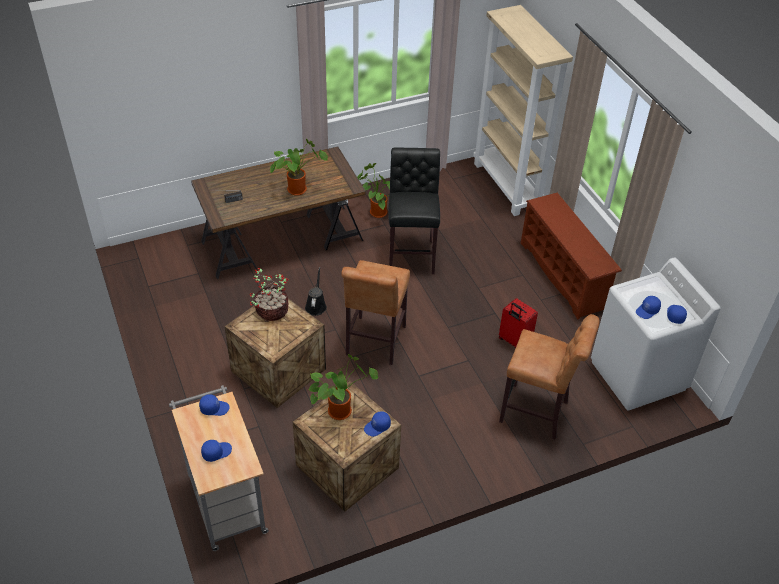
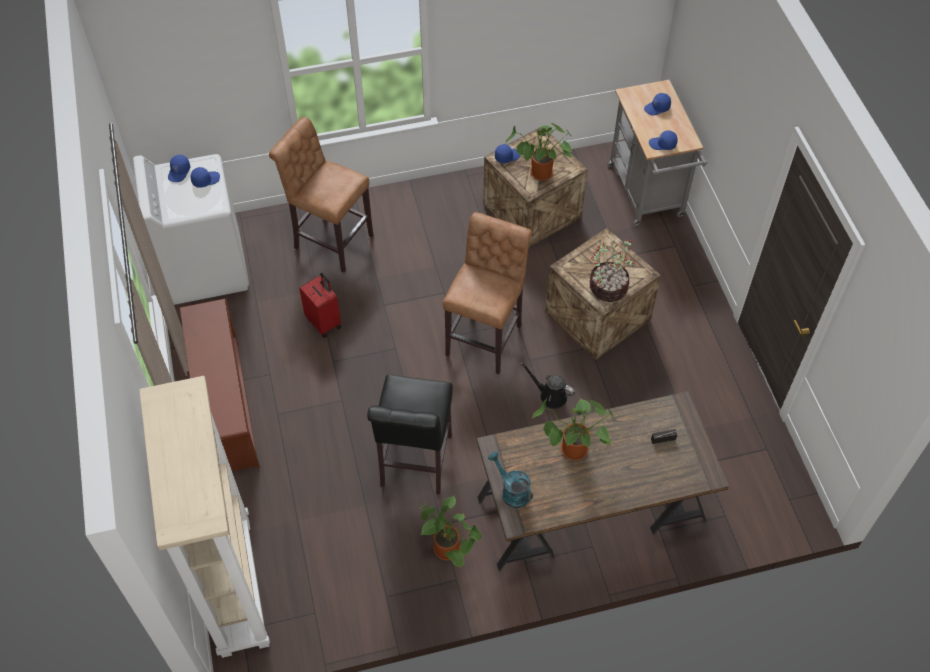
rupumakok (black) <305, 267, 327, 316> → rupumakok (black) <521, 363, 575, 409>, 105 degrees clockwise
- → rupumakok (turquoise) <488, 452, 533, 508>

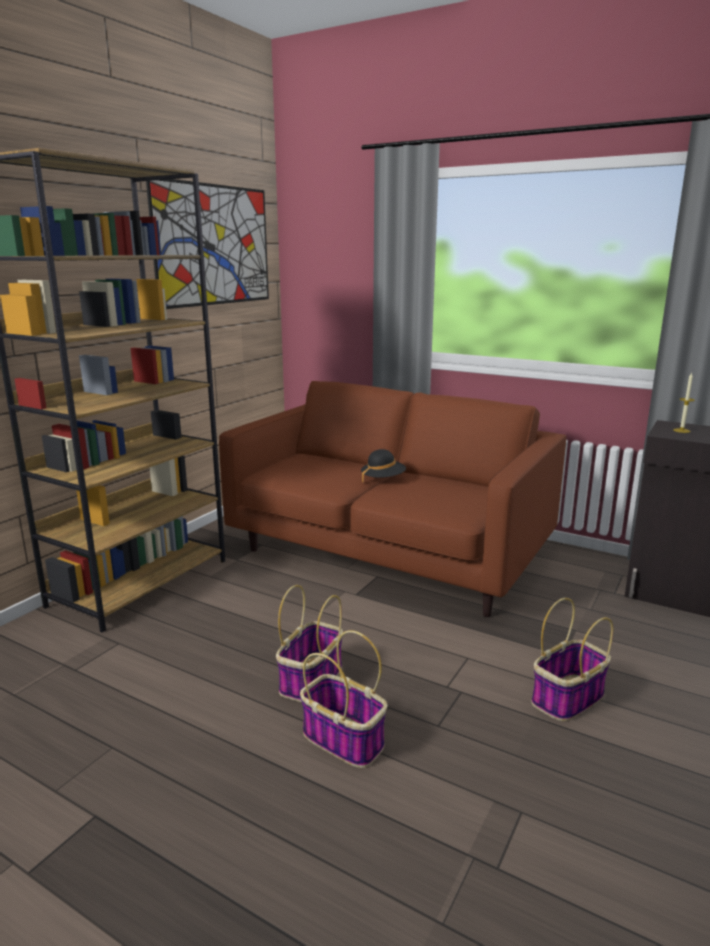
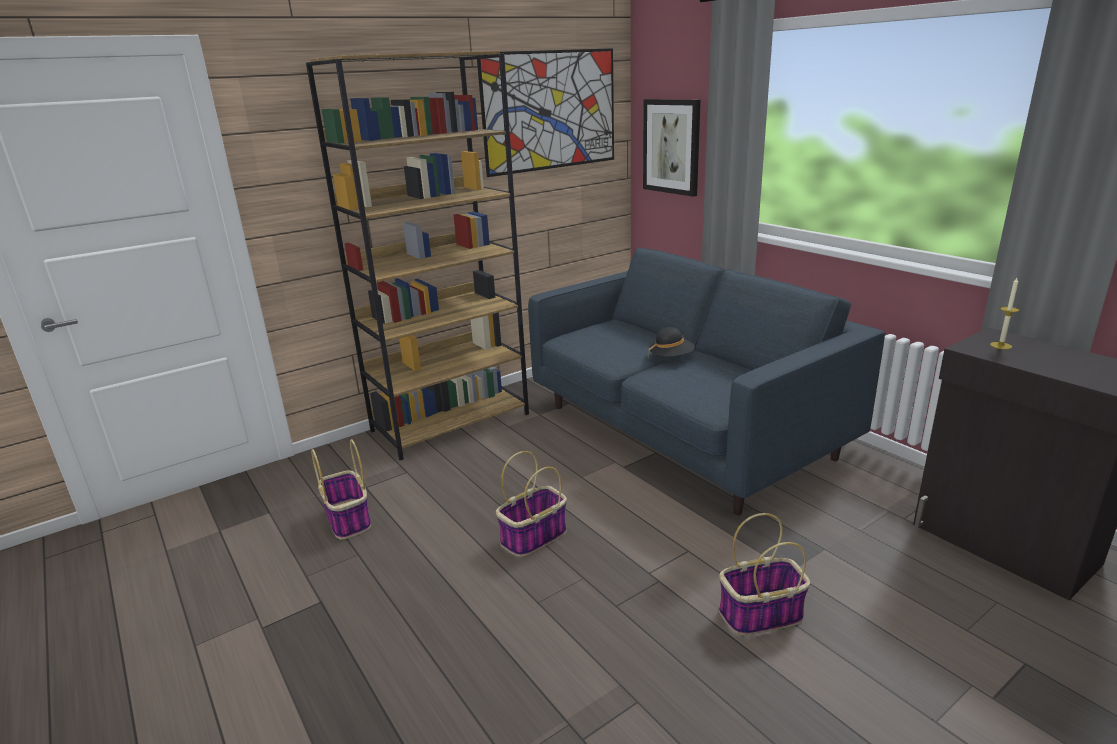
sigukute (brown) <219, 381, 566, 617> → sigukute (blue) <528, 247, 885, 515>
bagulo <300, 630, 387, 768> → bagulo <311, 439, 371, 540>, move
- → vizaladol <643, 99, 701, 197>

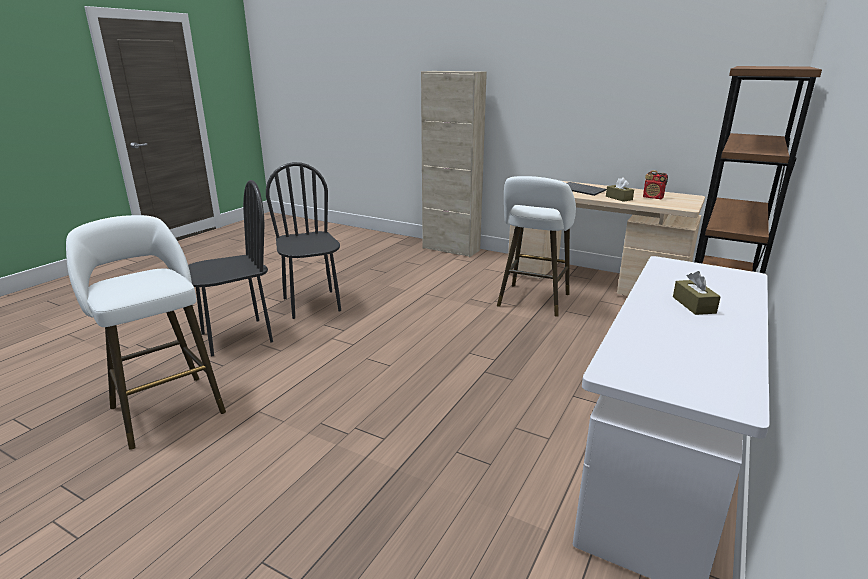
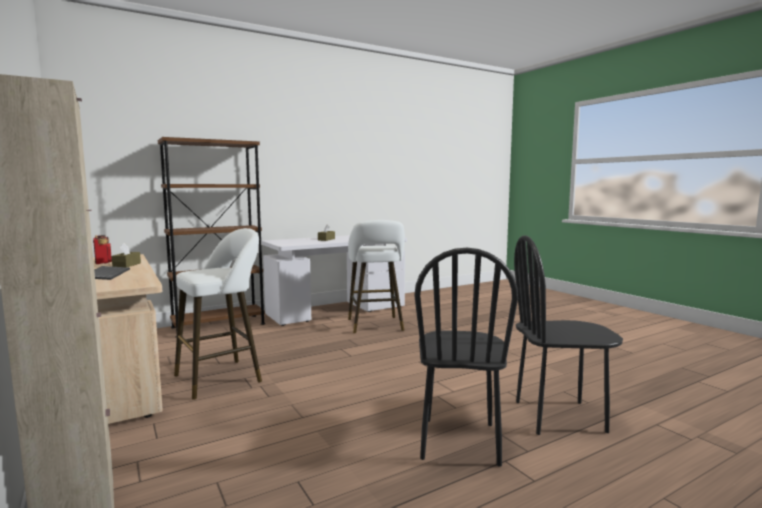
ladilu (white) <66, 215, 226, 450> → ladilu (white) <348, 220, 405, 333>, move

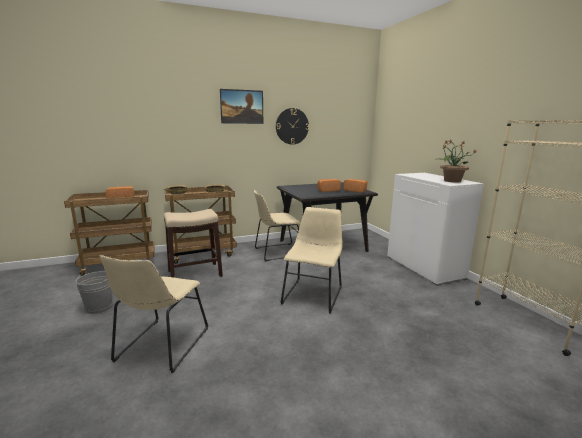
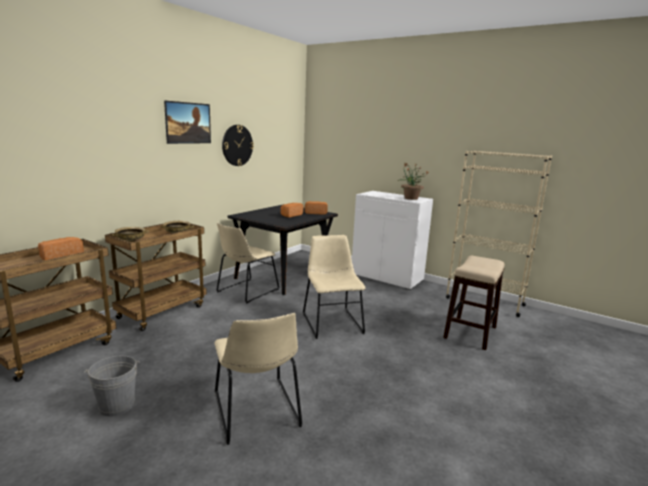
ladilu <164, 209, 223, 278> → ladilu <443, 256, 505, 350>, move

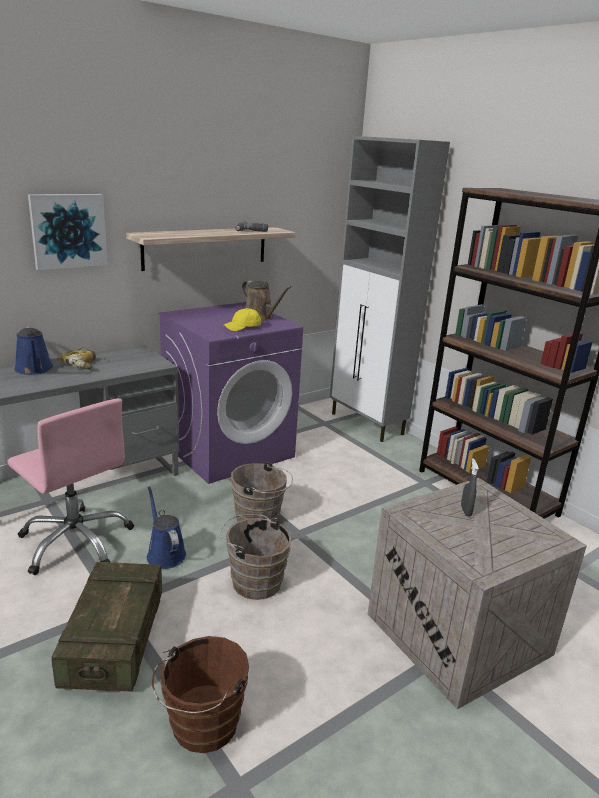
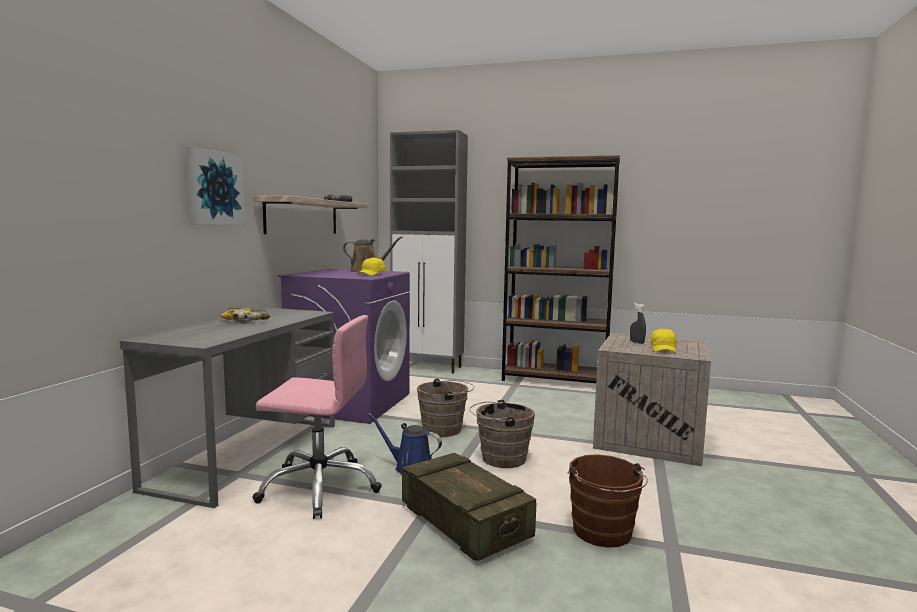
rupumakok (blue) <15, 326, 53, 375> → -
- → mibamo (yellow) <650, 328, 677, 353>

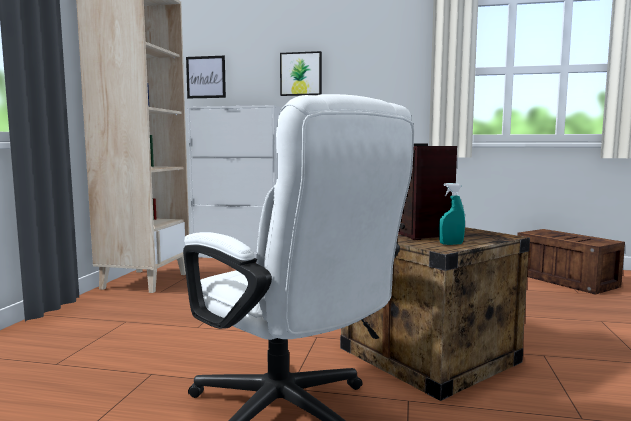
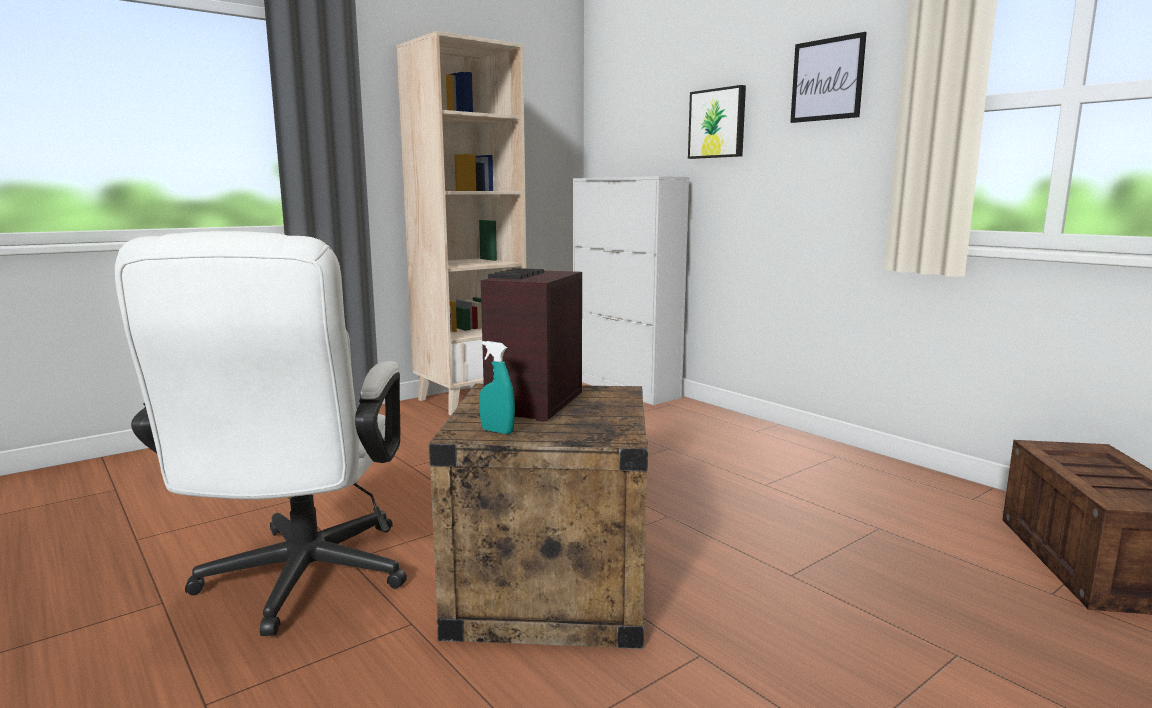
vizaladol <186, 56, 226, 98> → vizaladol <790, 32, 867, 123>, move

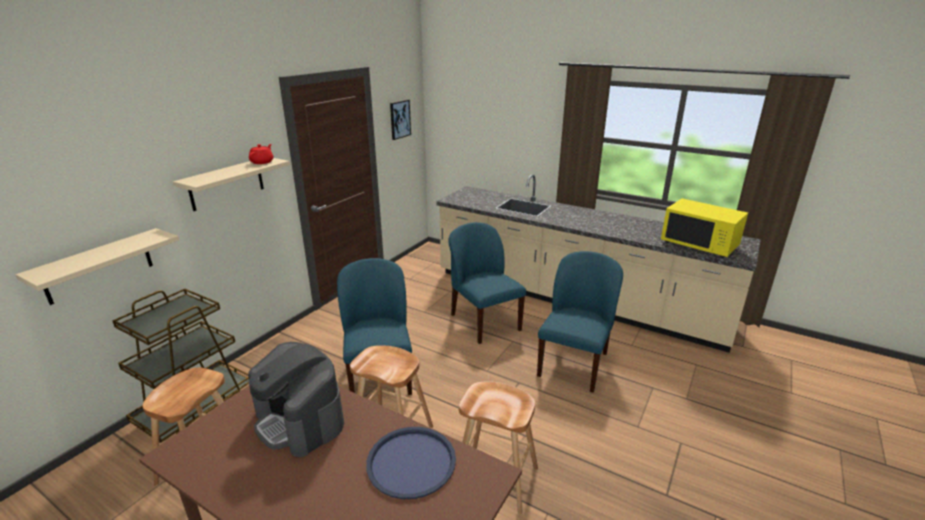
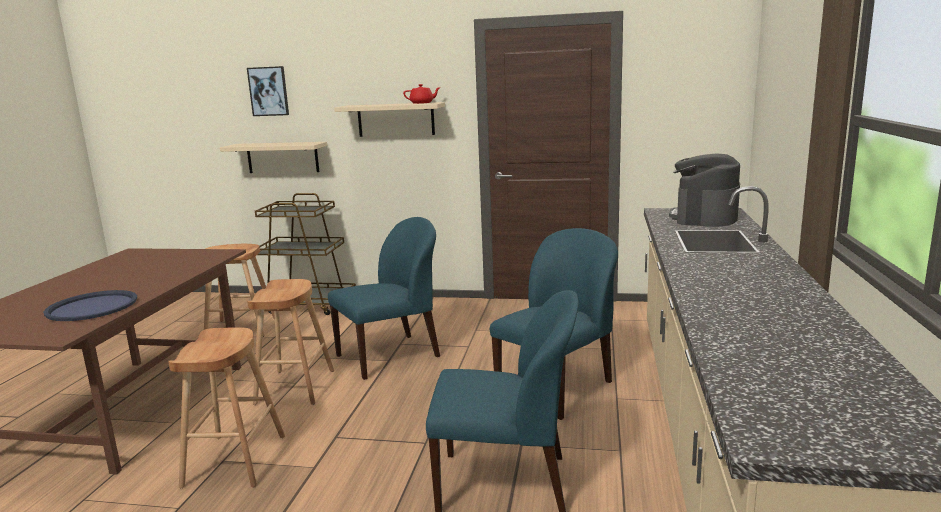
vizaladol <390, 100, 411, 140> → vizaladol <247, 66, 289, 116>, move
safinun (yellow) <661, 198, 748, 258> → -
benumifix <248, 342, 344, 457> → benumifix <669, 153, 740, 227>, move

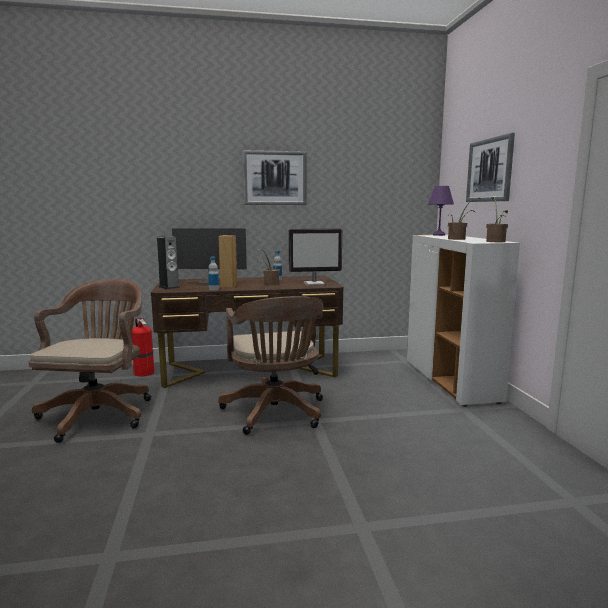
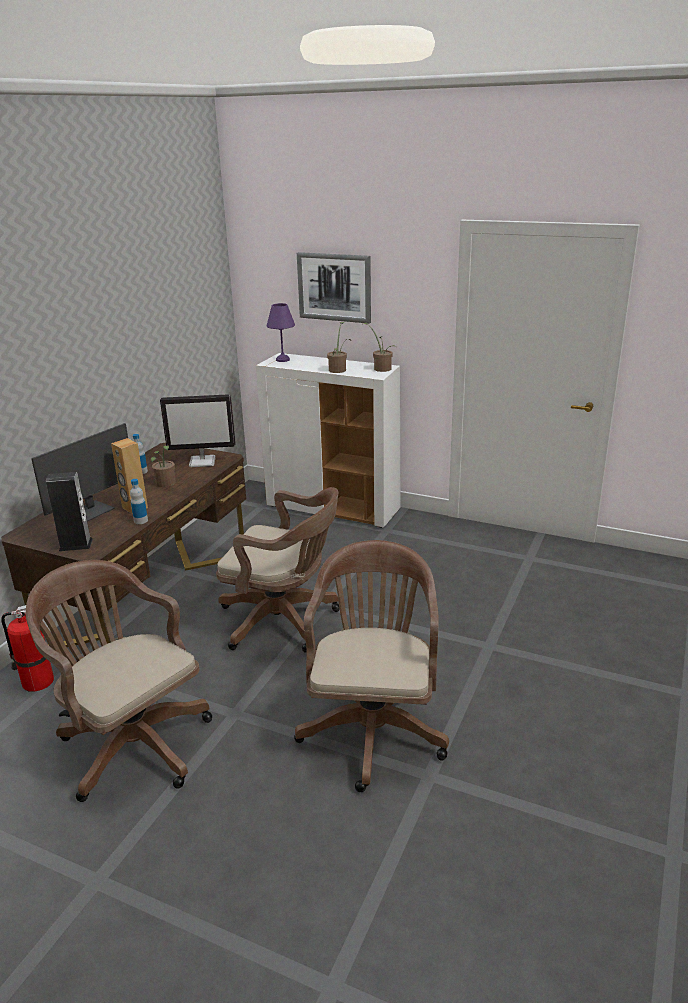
vizaladol <243, 150, 307, 205> → -
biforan <289, 229, 342, 285> → biforan <160, 394, 236, 467>, 60 degrees clockwise
- → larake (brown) <294, 540, 449, 792>

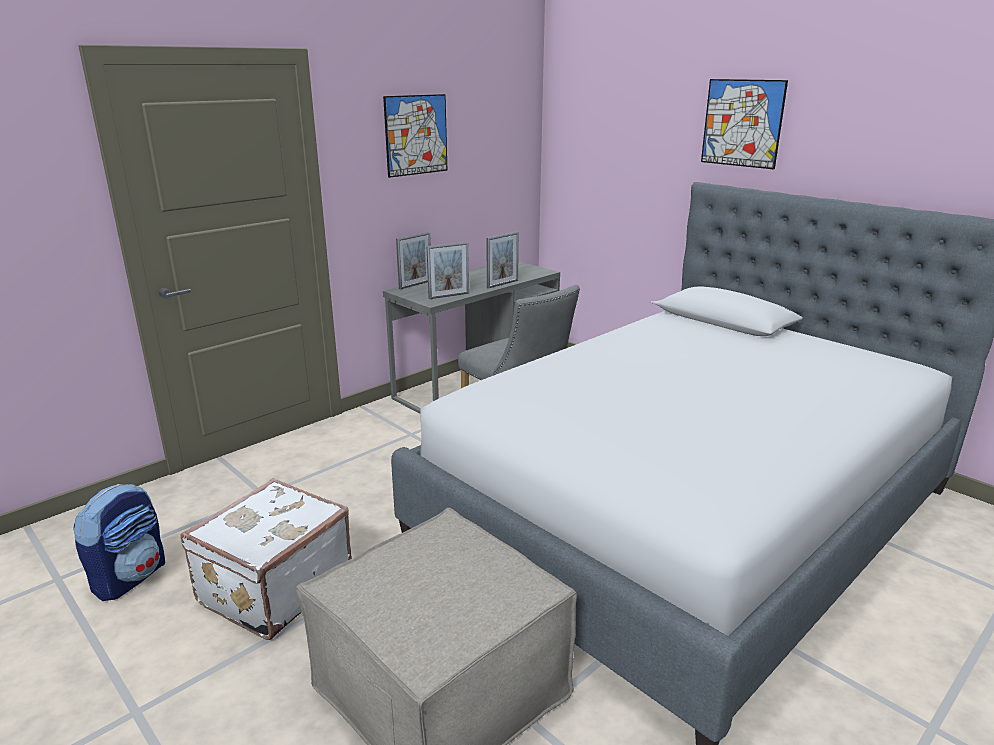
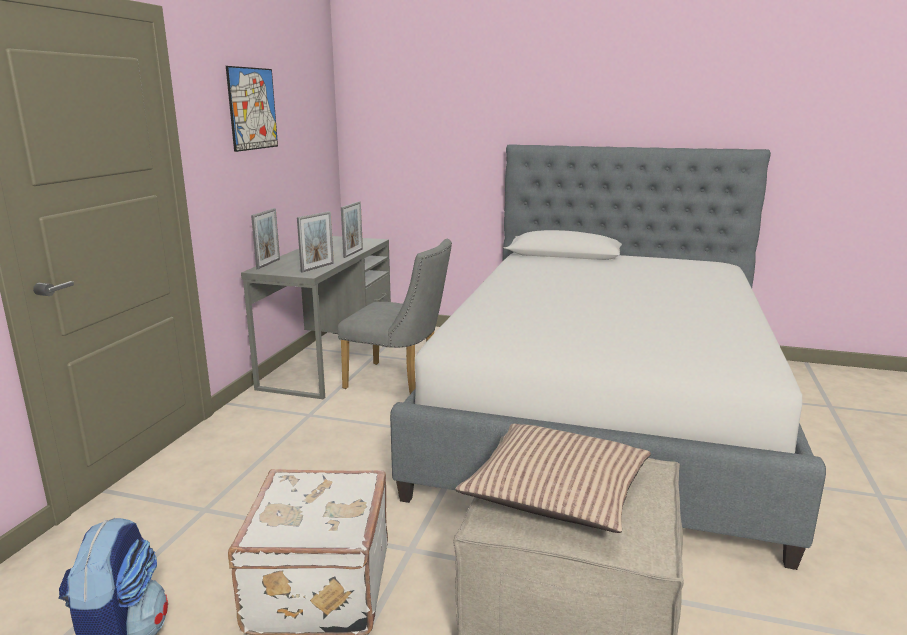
vizaladol <701, 79, 788, 169> → -
- → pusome <455, 424, 651, 533>

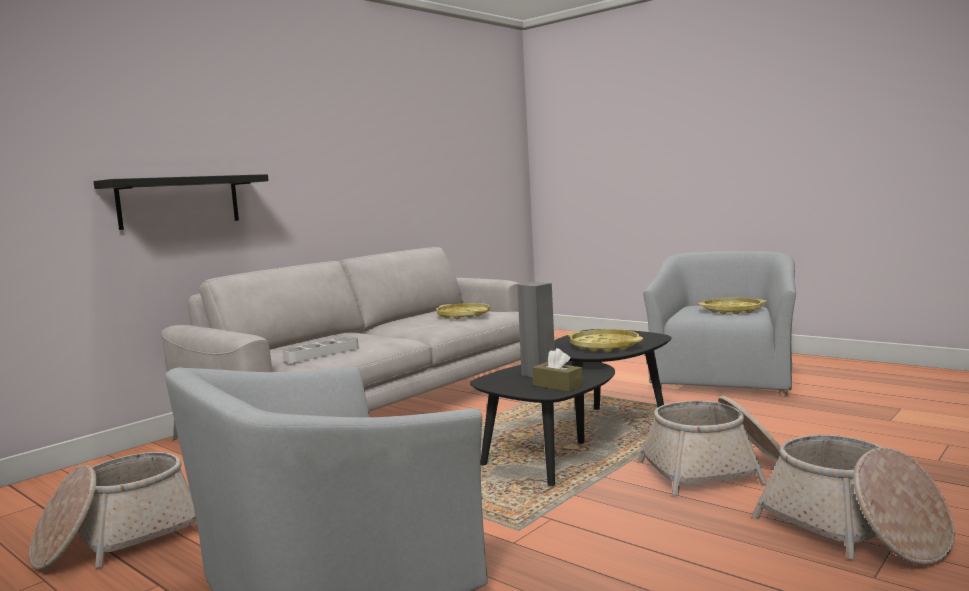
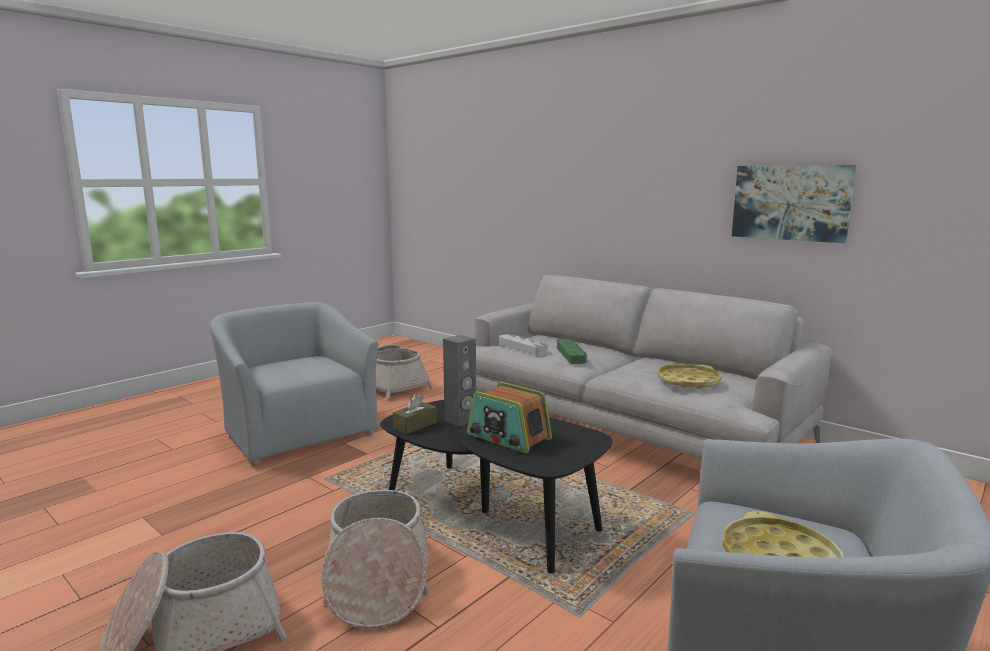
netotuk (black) <94, 174, 269, 230> → -
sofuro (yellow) <568, 329, 643, 352> → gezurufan <467, 382, 552, 453>
- → vizaladol <732, 165, 856, 243>
- → sofuro (green) <557, 339, 587, 364>

